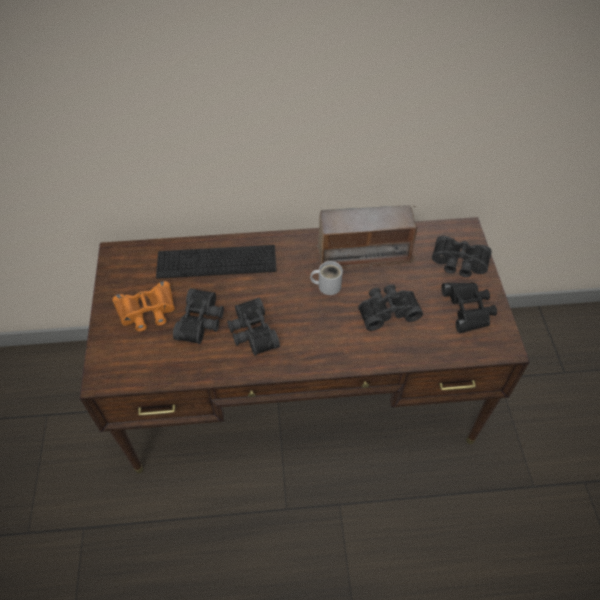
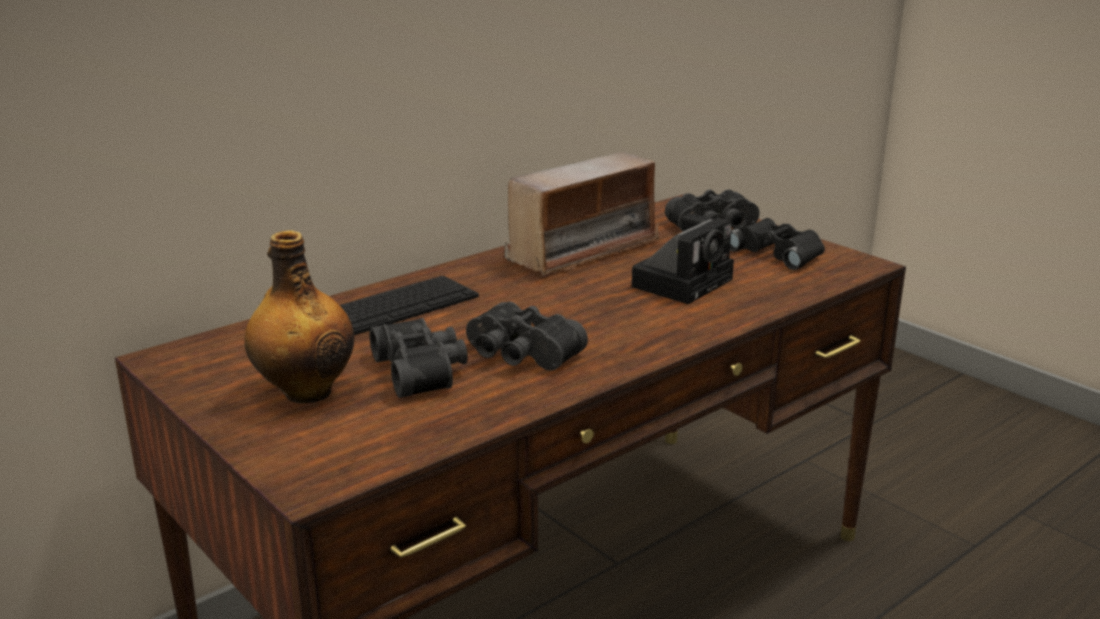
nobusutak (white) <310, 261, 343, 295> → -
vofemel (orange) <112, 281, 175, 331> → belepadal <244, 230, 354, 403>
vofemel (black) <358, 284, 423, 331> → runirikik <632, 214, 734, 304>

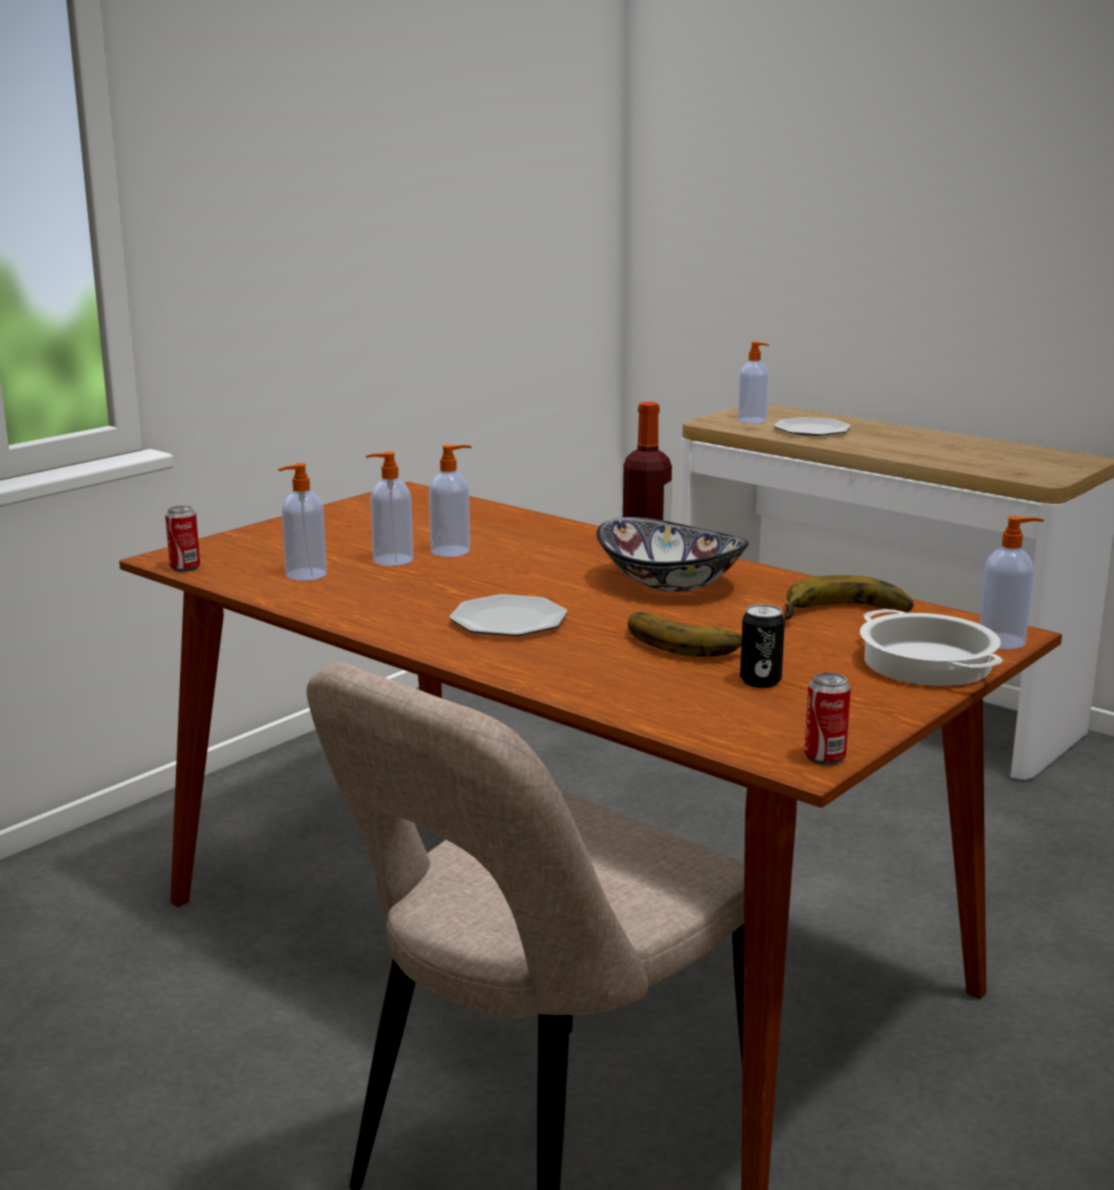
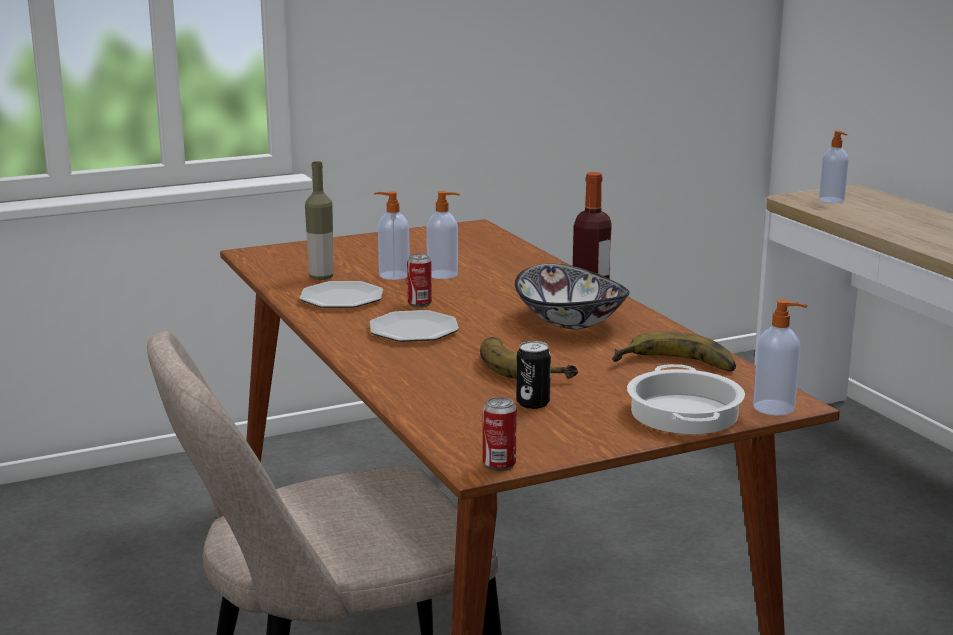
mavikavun <774, 417, 851, 436> → mavikavun <299, 281, 383, 308>, move
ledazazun <278, 463, 327, 581> → belepadal <305, 161, 334, 280>
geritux <165, 506, 200, 572> → geritux <407, 253, 432, 307>, move

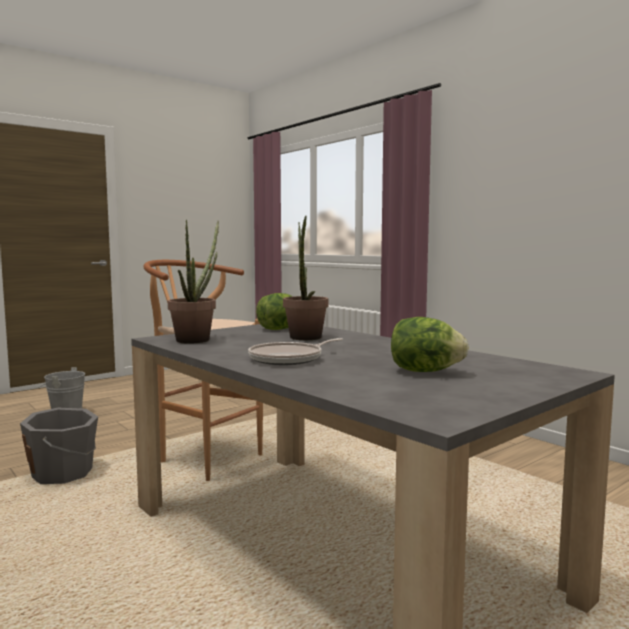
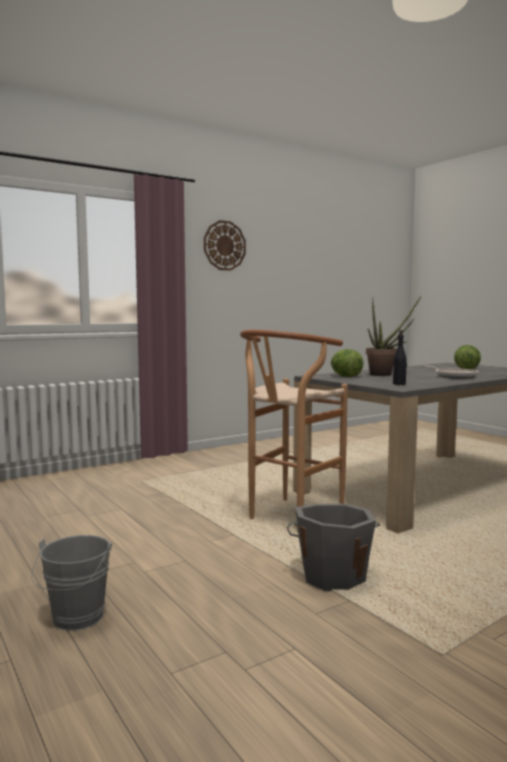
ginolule <168, 220, 219, 344> → belepadal (black) <393, 330, 407, 385>
- → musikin <204, 220, 246, 271>

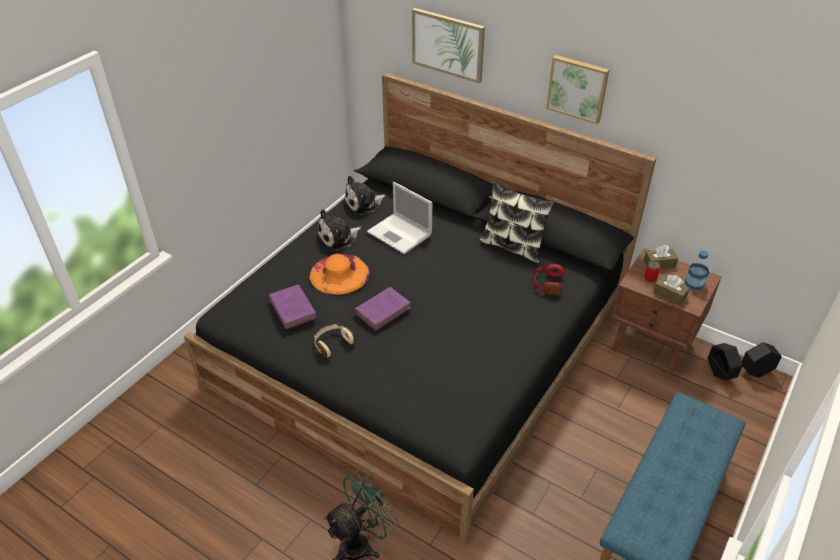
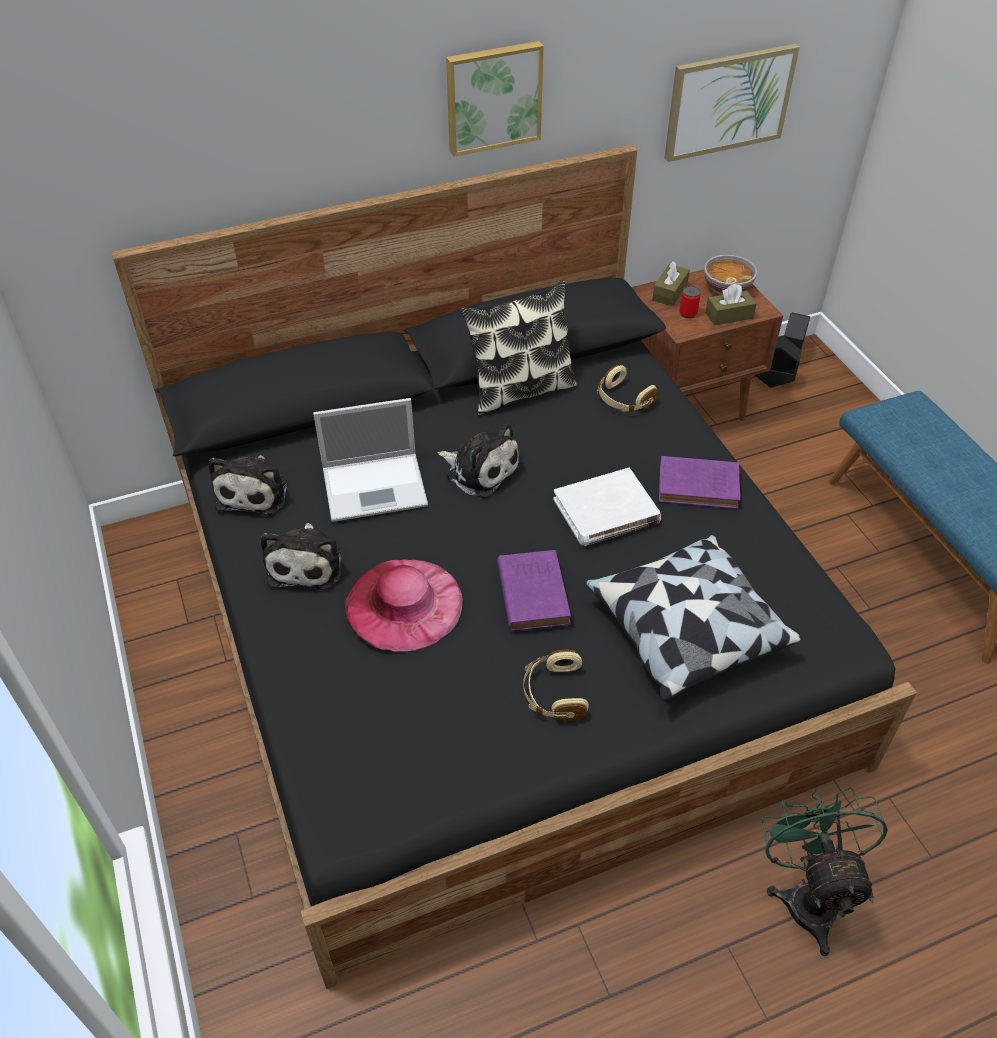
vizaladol <412, 8, 485, 83> → vizaladol <664, 44, 800, 162>, move
belepadal <685, 251, 709, 290> → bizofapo <704, 255, 757, 295>
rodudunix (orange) <309, 253, 370, 295> → rodudunix (pink) <346, 559, 463, 652>
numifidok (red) <533, 264, 564, 295> → numifidok (beige) <597, 365, 658, 412>
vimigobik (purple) <269, 285, 317, 329> → vimigobik (purple) <659, 456, 740, 509>, move
- → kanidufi <438, 422, 521, 499>
- → vimigobik (white) <553, 468, 661, 546>
- → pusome <585, 534, 802, 701>

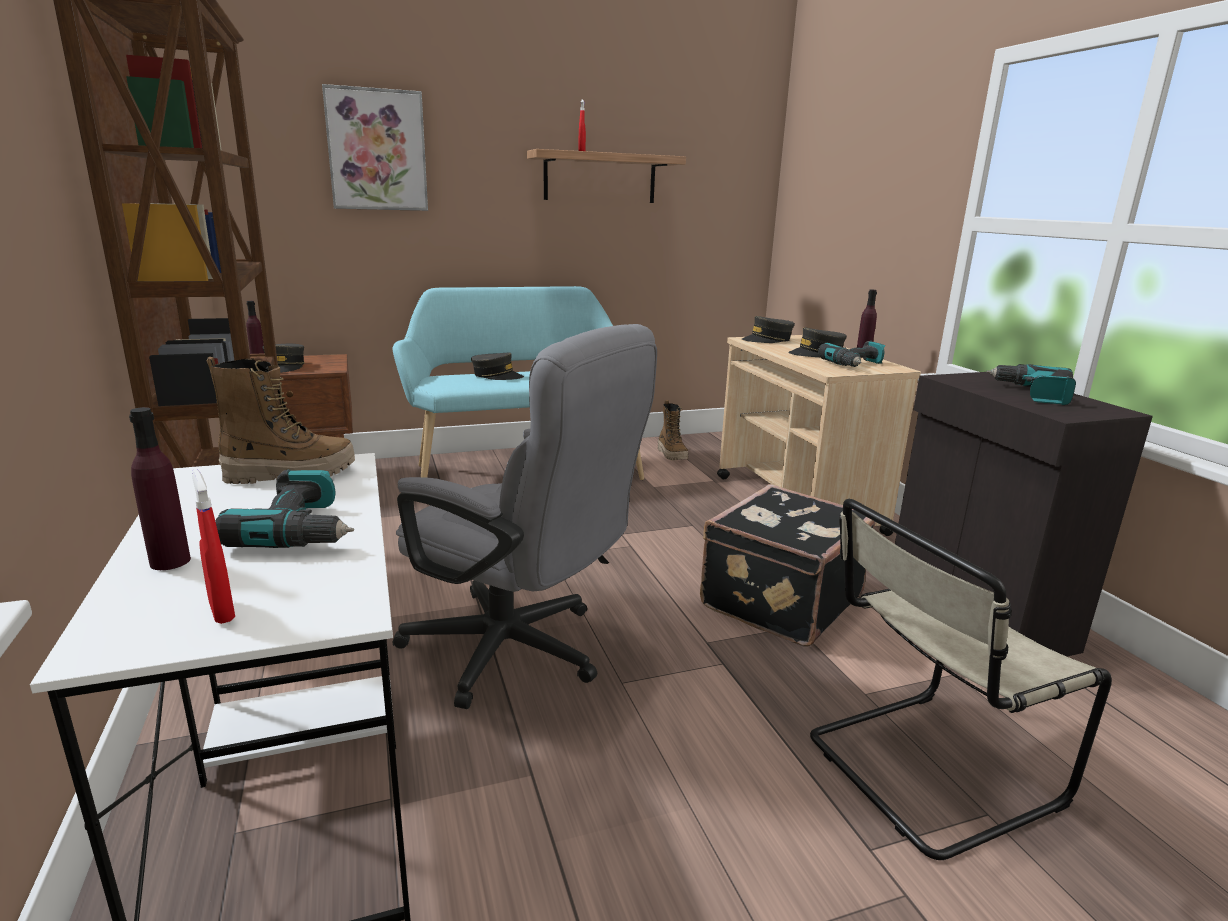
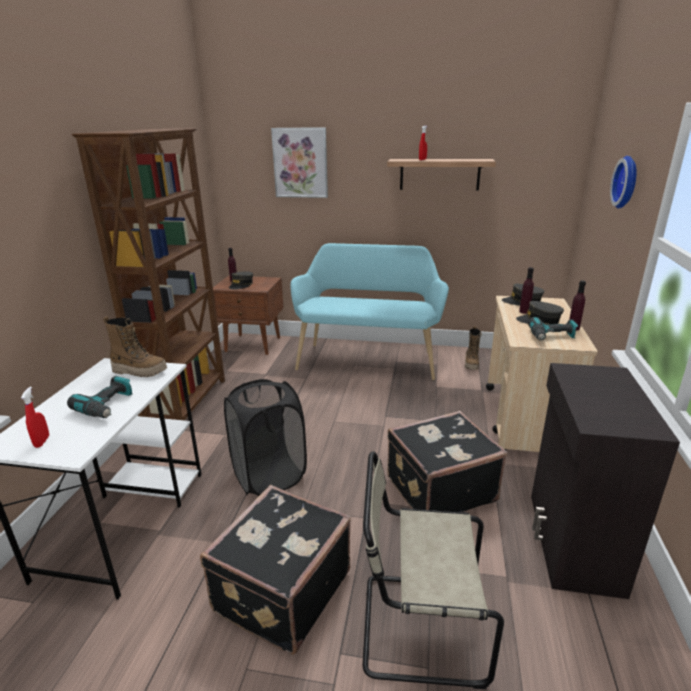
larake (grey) <393, 324, 657, 709> → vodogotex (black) <224, 379, 307, 496>
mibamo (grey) <471, 353, 524, 380> → -
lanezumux <986, 364, 1076, 405> → -
belepadal (purple) <129, 407, 191, 570> → belepadal (purple) <519, 267, 534, 314>, move
- → musikin <610, 156, 637, 208>
- → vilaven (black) <200, 485, 351, 655>

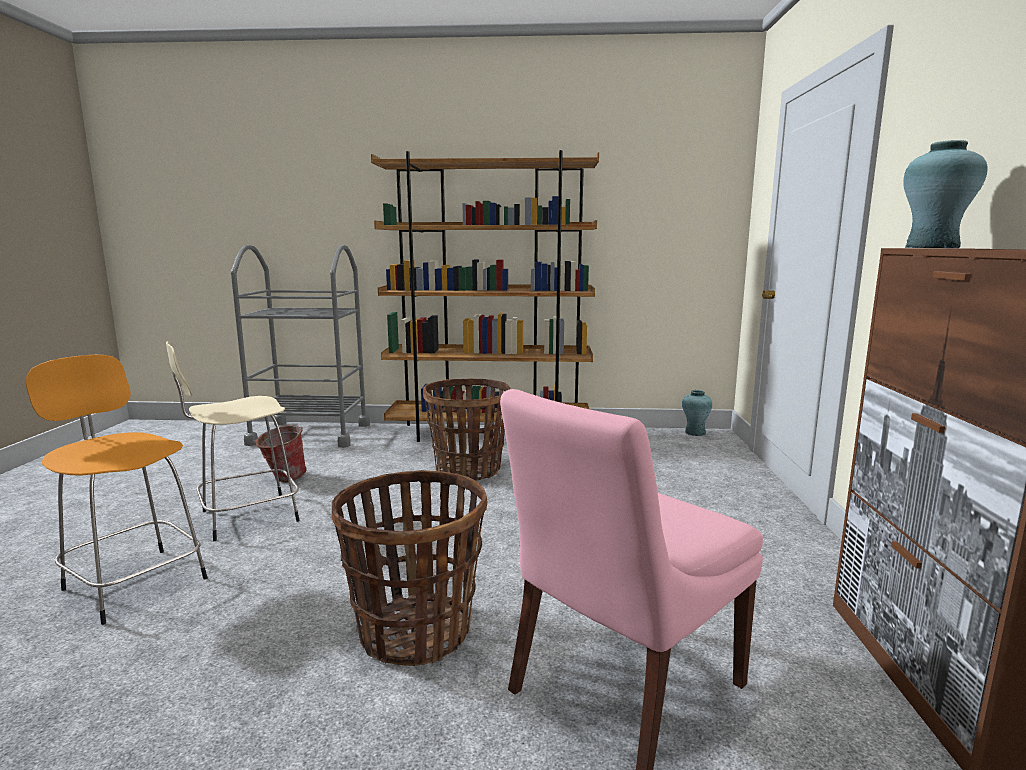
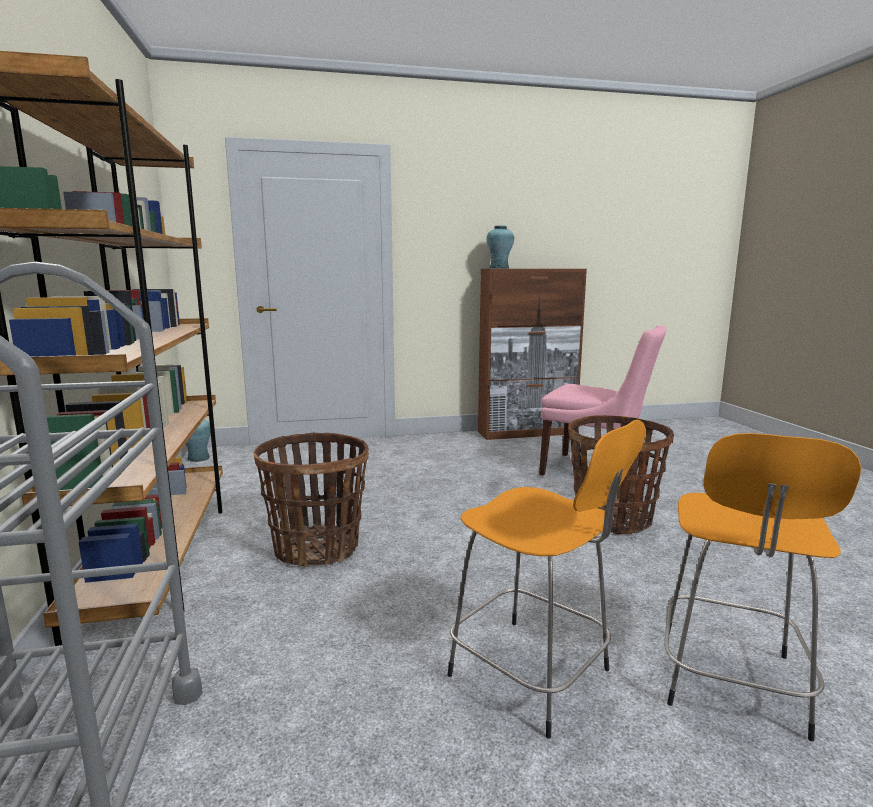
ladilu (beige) <166, 341, 300, 541> → ladilu (orange) <448, 420, 645, 739>
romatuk <253, 425, 307, 482> → -

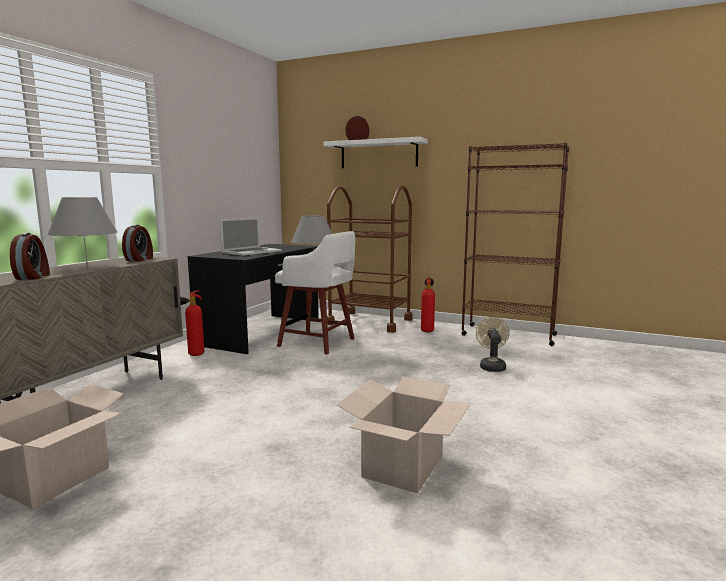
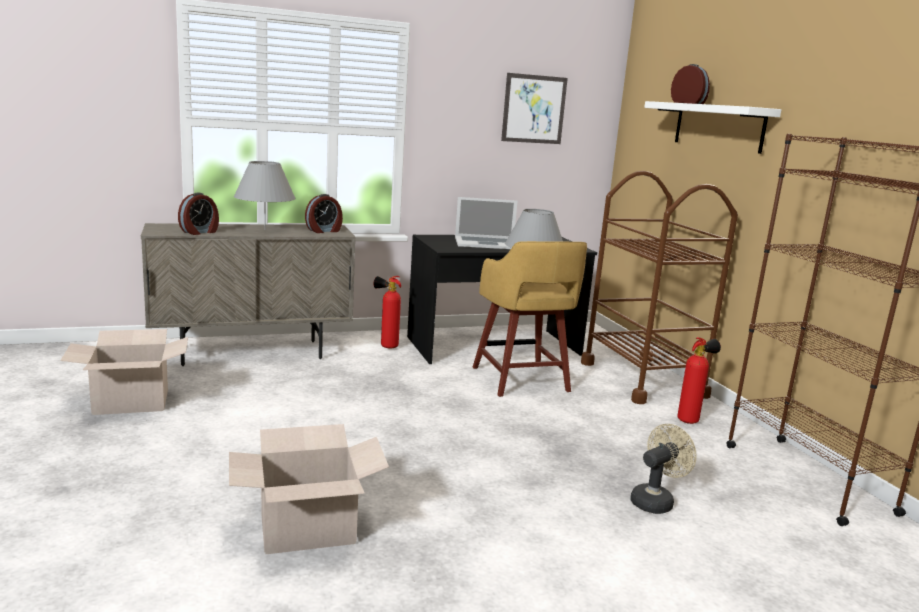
ladilu (white) <275, 231, 355, 355> → ladilu (yellow) <473, 241, 587, 397>
- → vizaladol <501, 73, 568, 144>

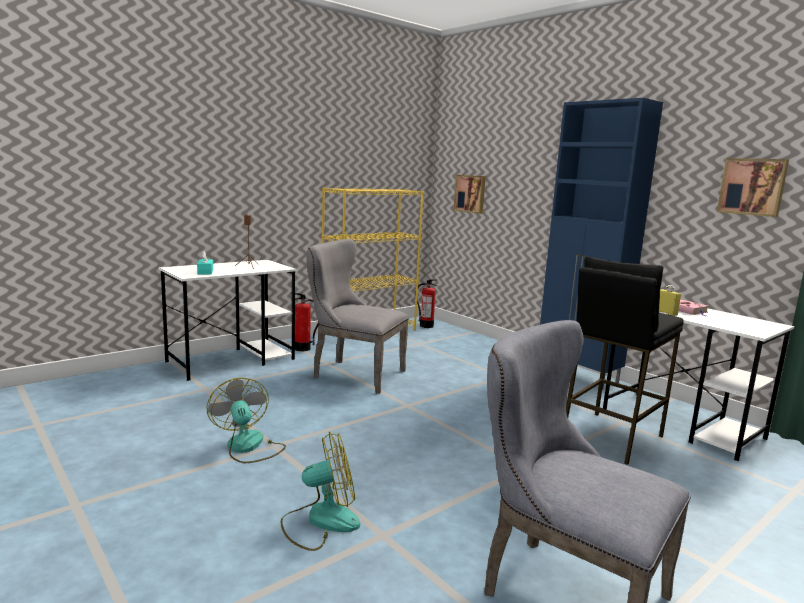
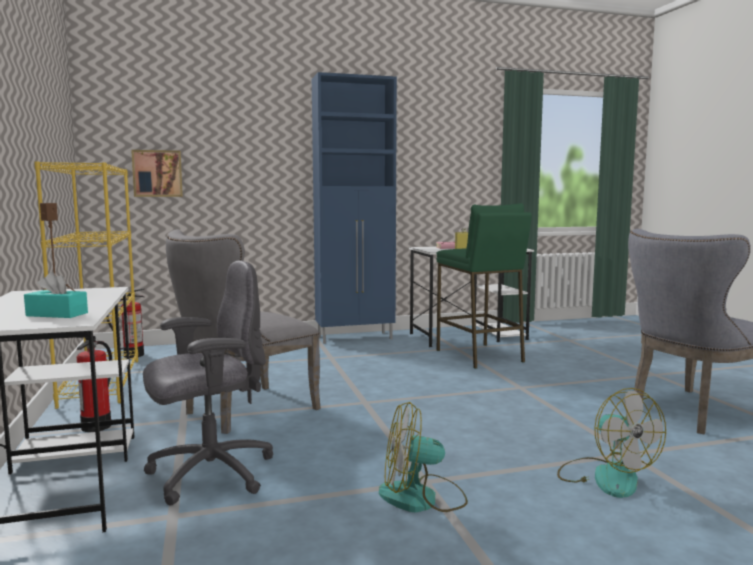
vizaladol <717, 158, 789, 217> → -
ladilu (black) <566, 256, 684, 465> → ladilu (green) <437, 203, 532, 369>
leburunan <281, 431, 360, 551> → leburunan <557, 388, 666, 498>, 150 degrees clockwise
- → larake (grey) <143, 260, 273, 506>

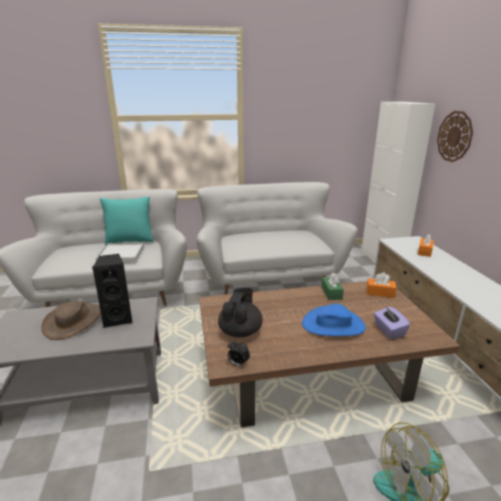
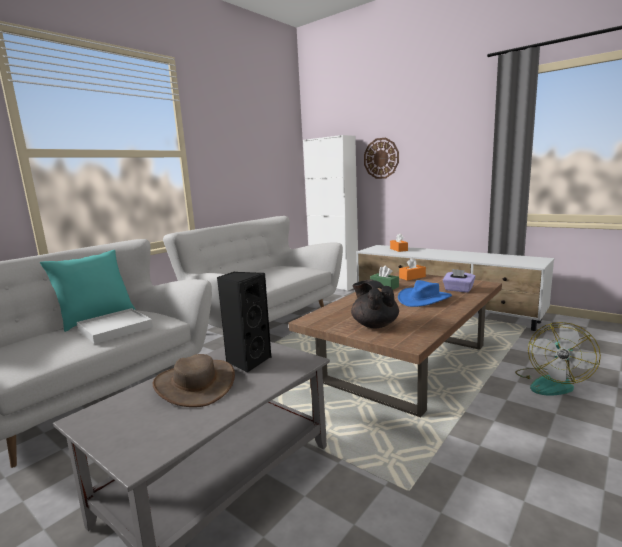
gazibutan <227, 340, 250, 367> → -

